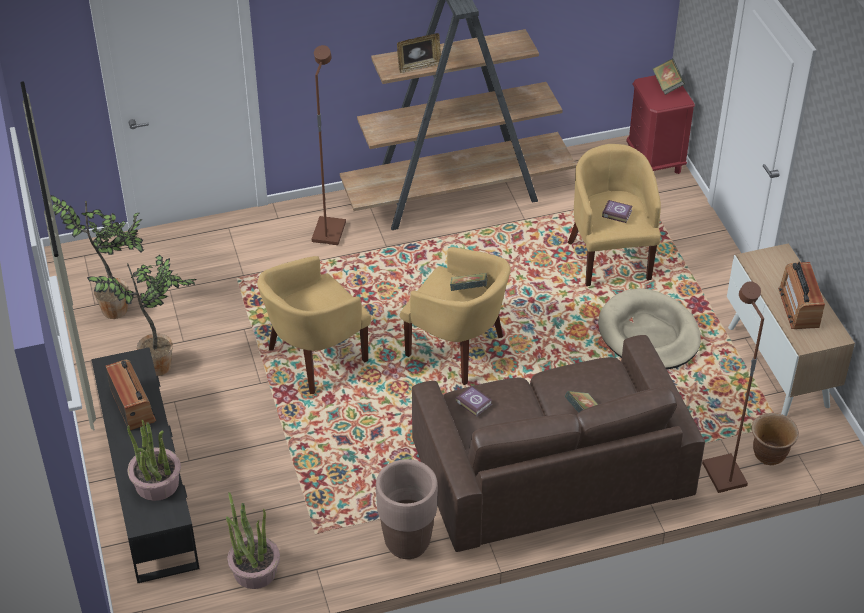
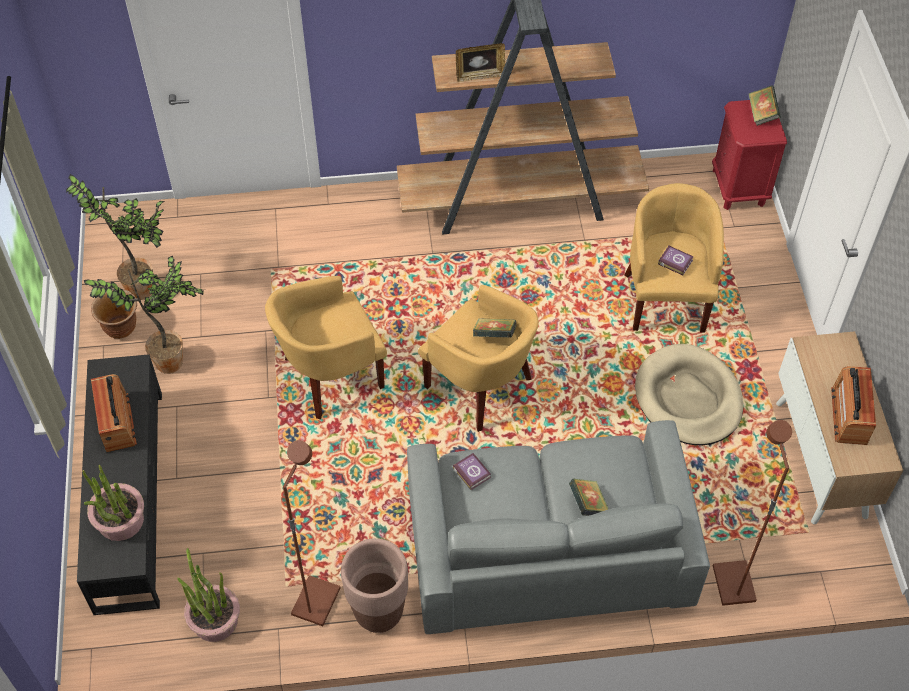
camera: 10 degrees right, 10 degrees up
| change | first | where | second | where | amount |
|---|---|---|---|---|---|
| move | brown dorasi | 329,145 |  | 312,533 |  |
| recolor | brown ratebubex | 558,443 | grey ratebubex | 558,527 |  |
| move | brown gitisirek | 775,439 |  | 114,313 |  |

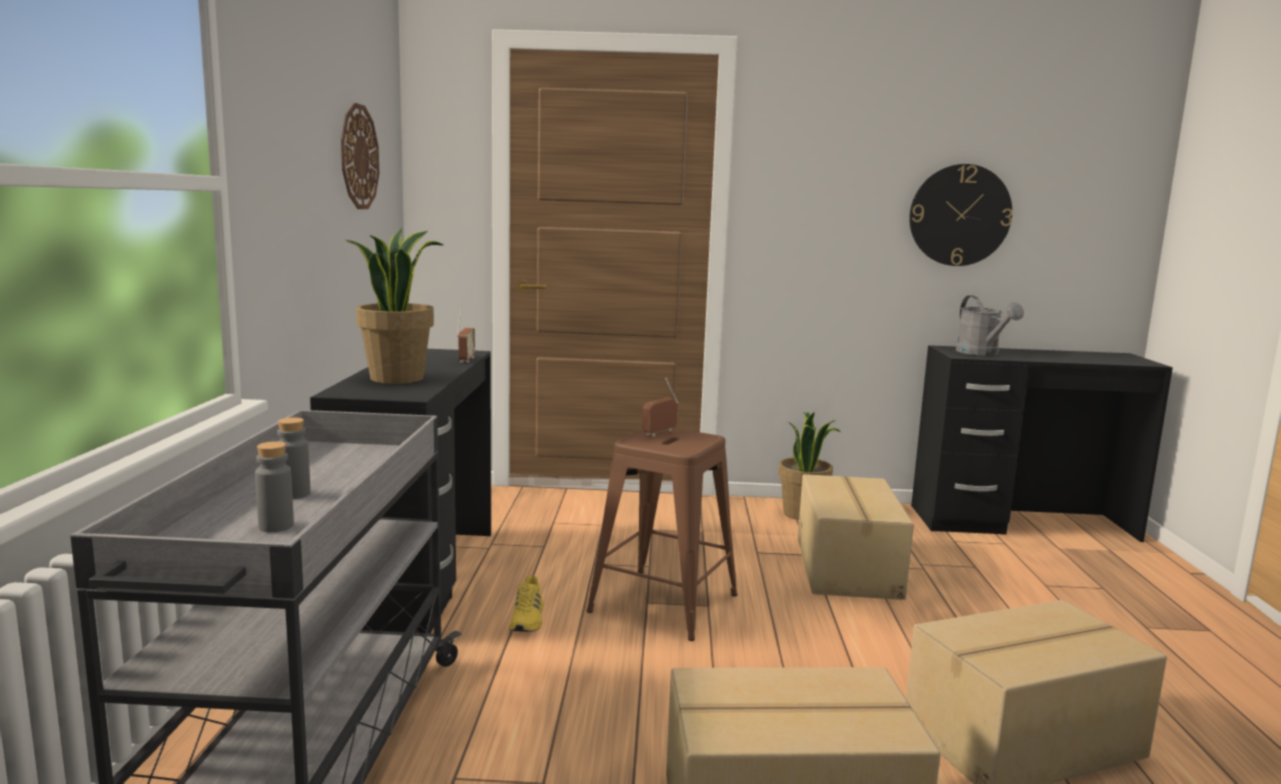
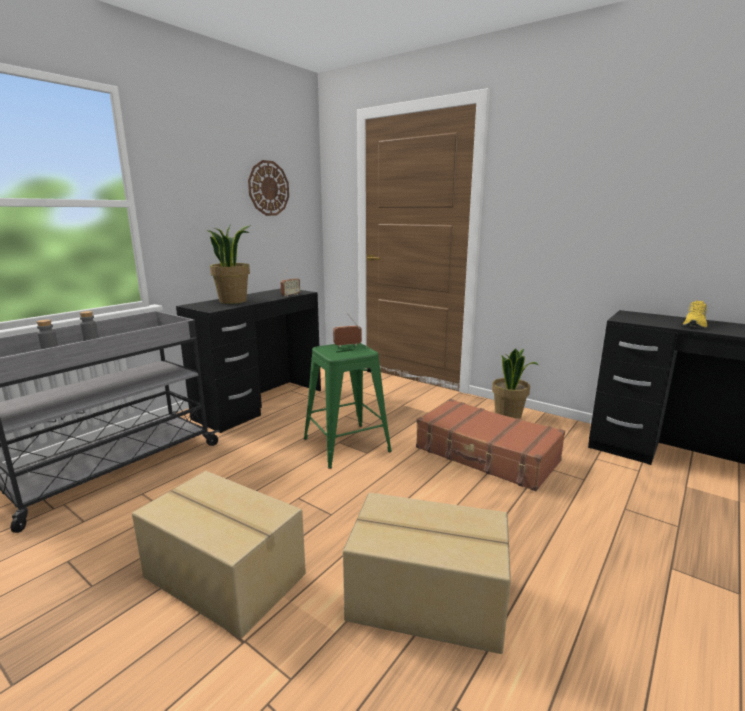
camera: 35 degrees right, 5 degrees up
| change | first | where | second | where | amount |
|---|---|---|---|---|---|
| move | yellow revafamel | 526,604 |  | 695,314 |  |
| recolor | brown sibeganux | 662,534 | green sibeganux | 348,406 |  |
| replace | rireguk | 856,537 | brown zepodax | 490,445 |  |
| delete | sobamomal | 961,215 |  |  |  |
| delete | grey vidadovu | 990,326 |  |  |  |

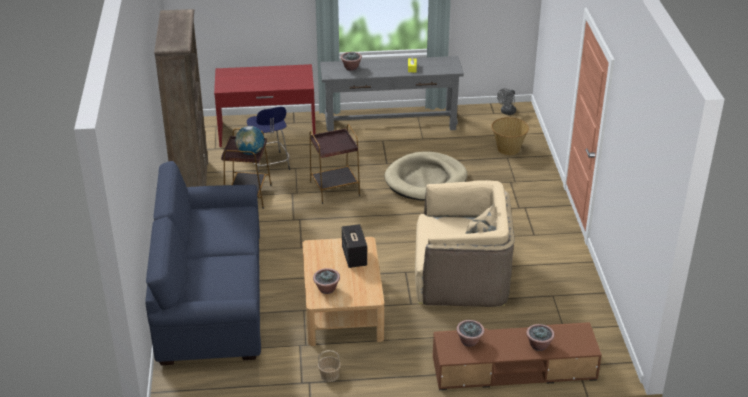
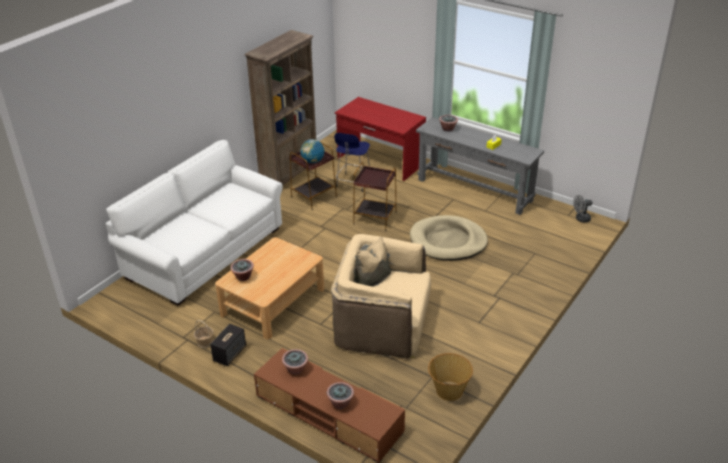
camera: 40 degrees right, 0 degrees up
| change | first | where | second | where | amount |
|---|---|---|---|---|---|
| recolor | blue ratebubex | 203,263 | white ratebubex | 194,223 |  |
| move | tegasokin | 354,246 |  | 228,345 |  |
| rotate | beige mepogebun | 465,243 |  | 381,296 | 150 degrees clockwise |
| move | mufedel | 510,136 |  | 450,377 |  |

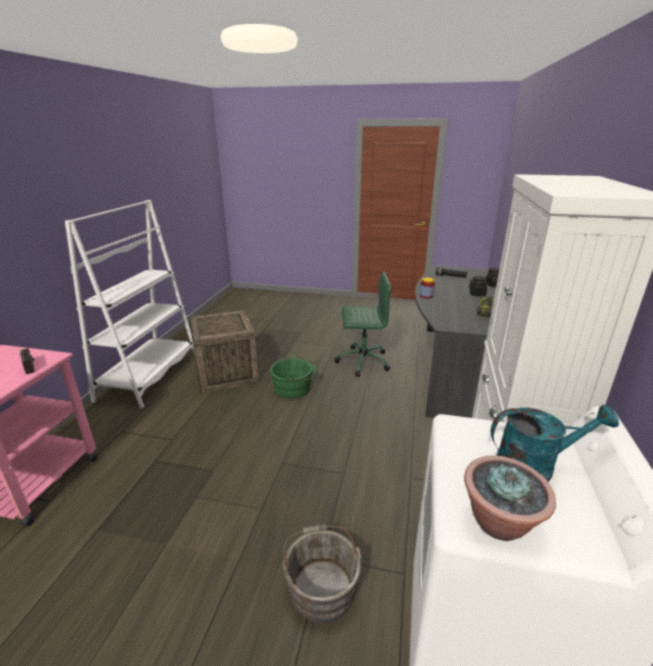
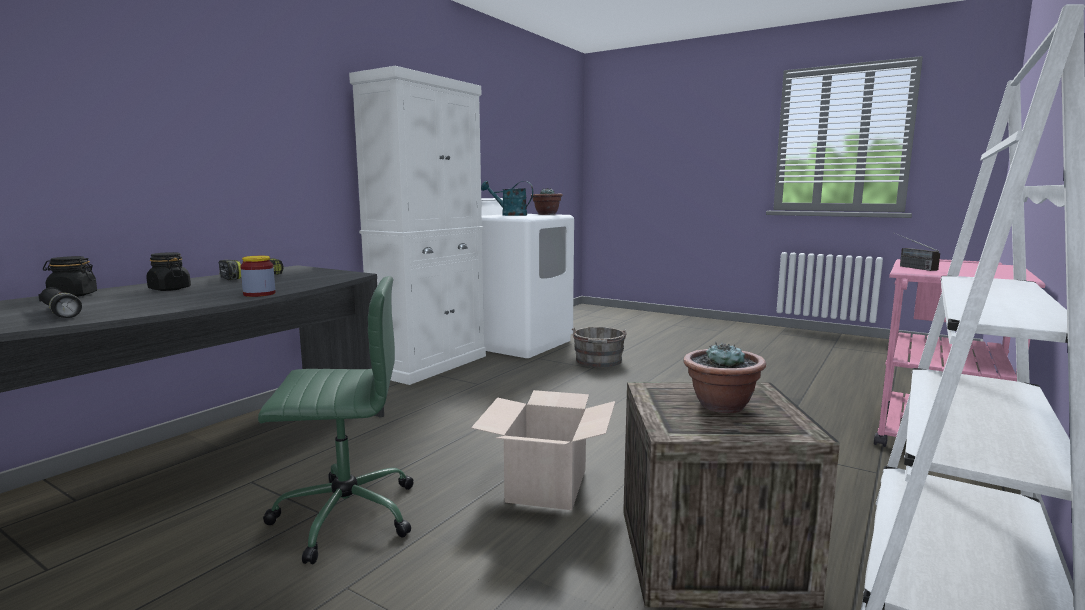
camera: 160 degrees left, 15 degrees down
| change | first | where | second | where | amount |
|---|---|---|---|---|---|
| replace | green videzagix | 293,377 | rireguk | 543,450 |  |
| rotate | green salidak | 363,324 |  | 336,420 | 150 degrees clockwise |
| insert |  |  | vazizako | 724,377 |  |

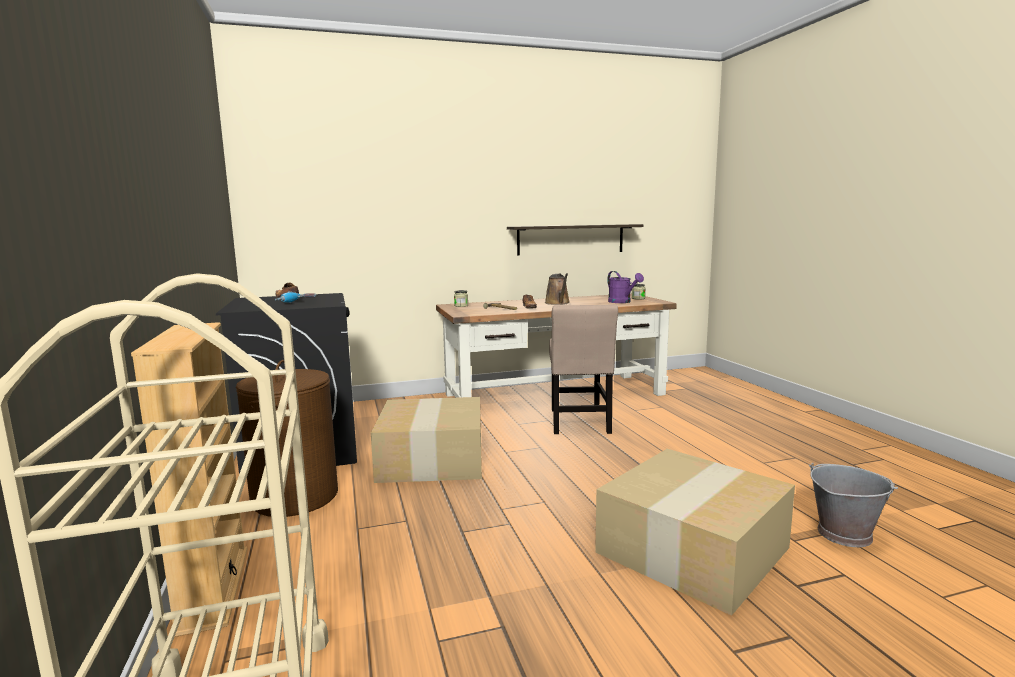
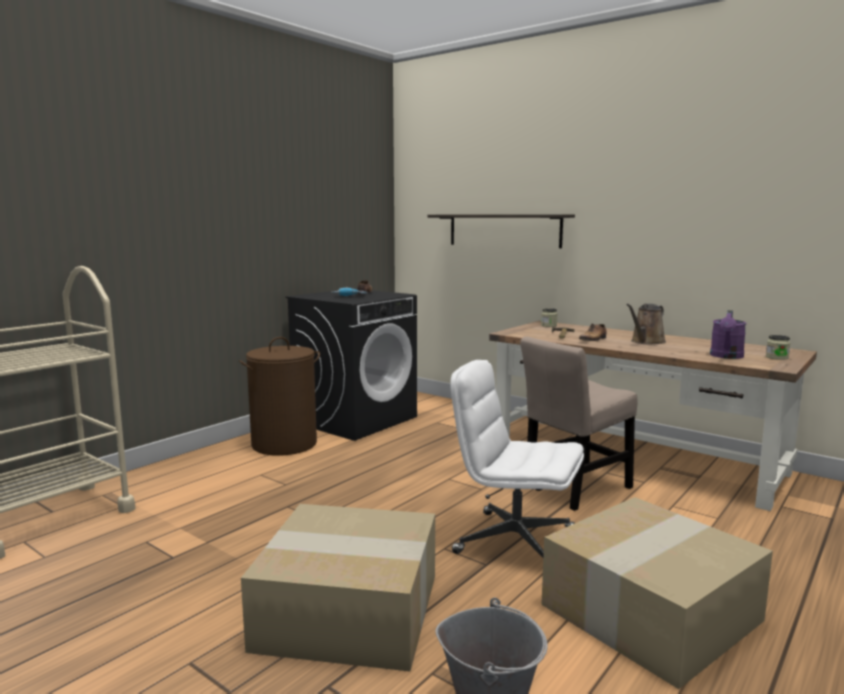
camera: 55 degrees right, 0 degrees up
| change | first | where | second | where | amount |
|---|---|---|---|---|---|
| delete | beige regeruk | 189,479 |  |  |  |
| move | rireguk | 426,440 |  | 657,593 |  |
| move | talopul | 575,239 |  | 501,231 |  |
| insert |  |  | white salidak | 517,458 |  |

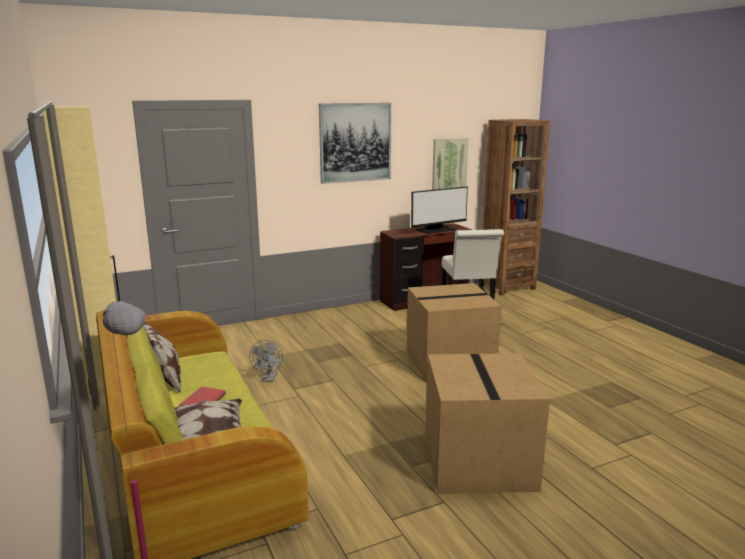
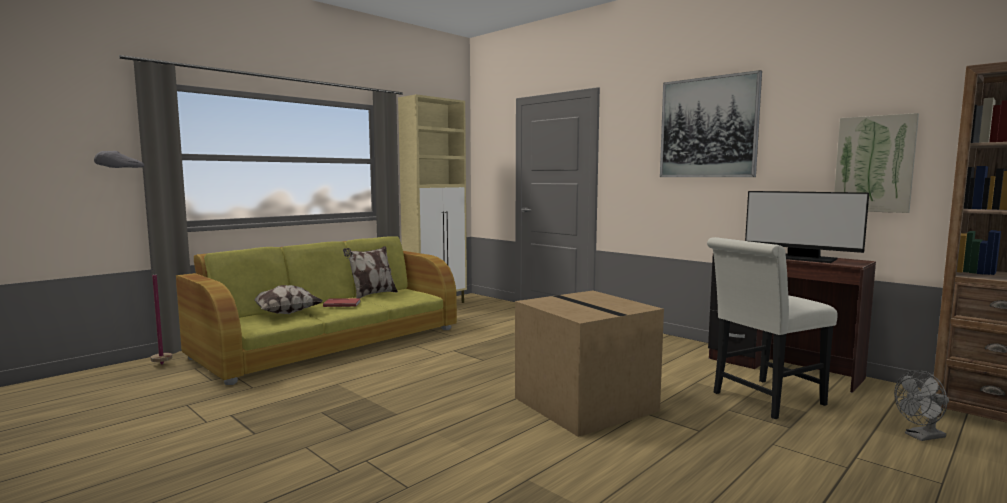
camera: 70 degrees right, 10 degrees down
| change | first | where | second | where | amount |
|---|---|---|---|---|---|
| move | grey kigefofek | 266,361 |  | 921,405 |  |
| delete | rireguk | 487,423 |  |  |  |

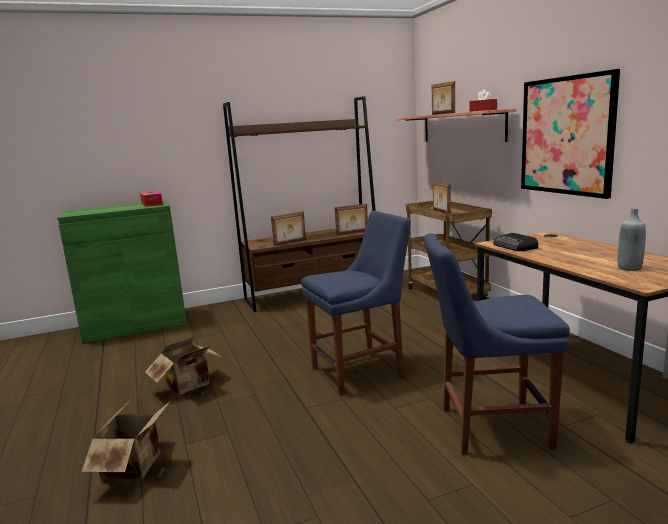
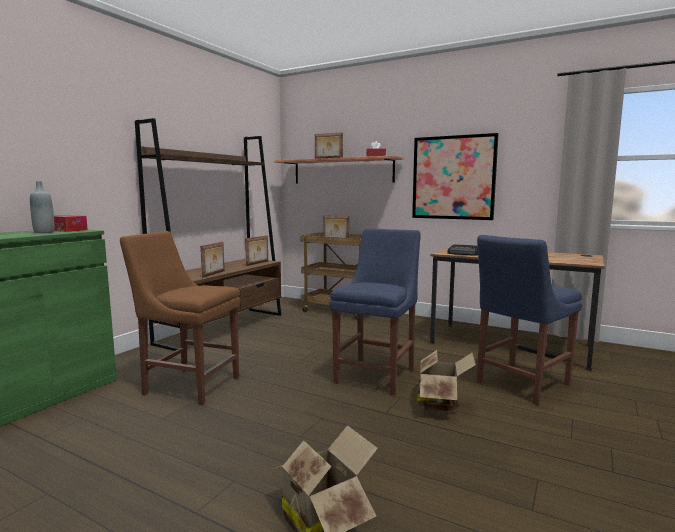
camera: 40 degrees left, 5 degrees down
| change | first | where | second | where | amount |
|---|---|---|---|---|---|
| move | rireguk | 184,365 |  | 446,381 |  |
| move | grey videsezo | 632,239 |  | 42,207 |  |
| insert |  |  | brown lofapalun | 180,318 |  |

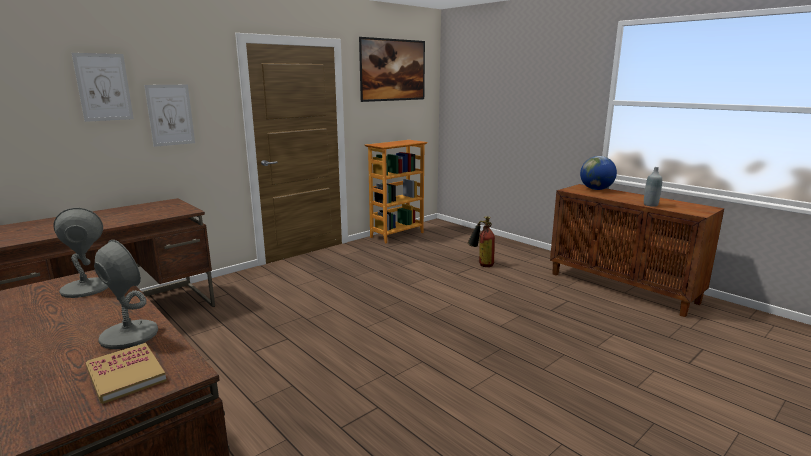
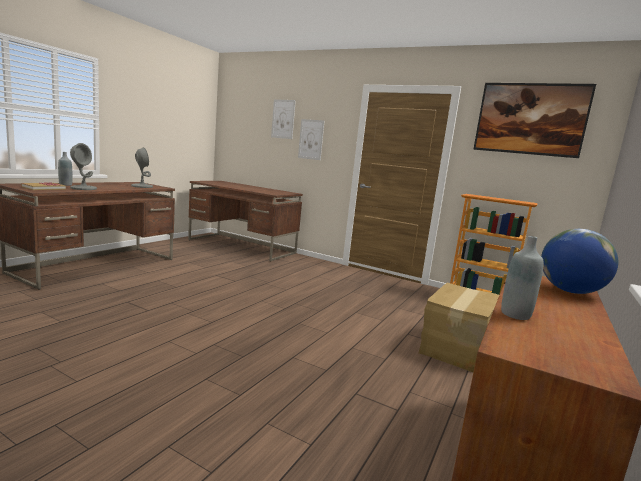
camera: 70 degrees right, 5 degrees down
| change | first | where | second | where | amount |
|---|---|---|---|---|---|
| replace | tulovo | 481,241 | rireguk | 459,327 |  |
| insert |  |  | grey videsezo | 65,169 |  |

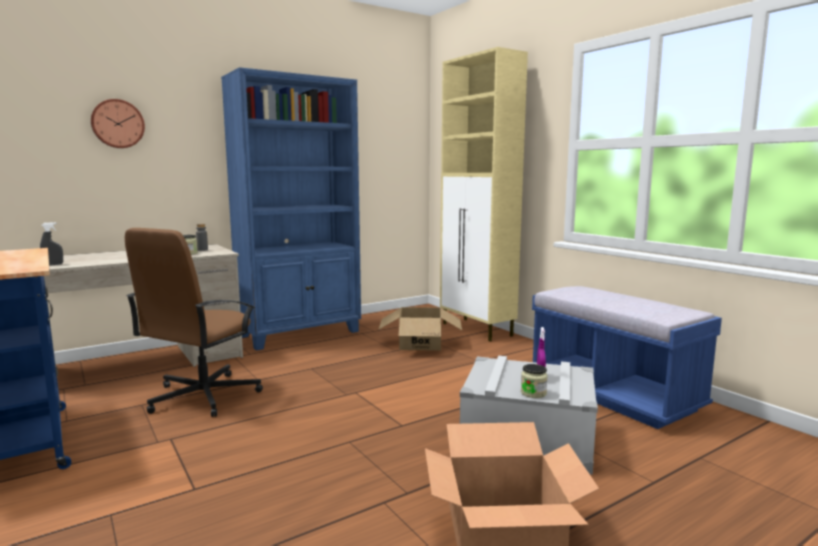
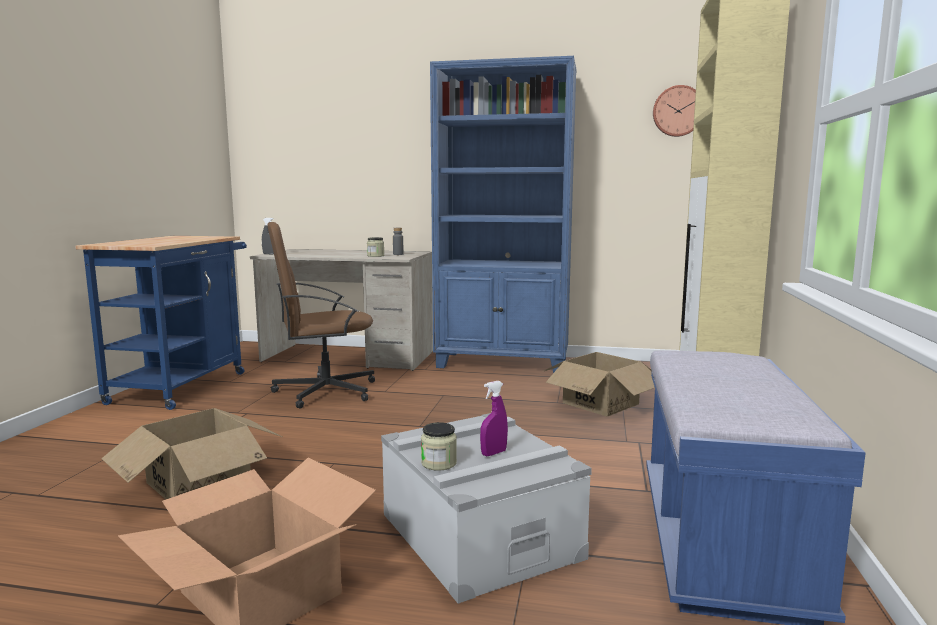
camera: 45 degrees right, 0 degrees up
| change | first | where | second | where | amount |
|---|---|---|---|---|---|
| move | sobamomal | 118,123 |  | 674,111 |  |
| insert |  |  | rireguk | 191,453 |  |

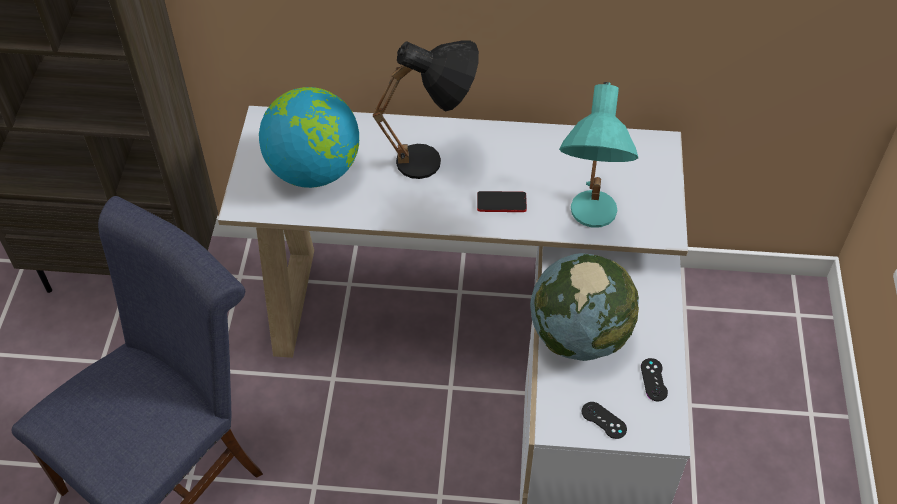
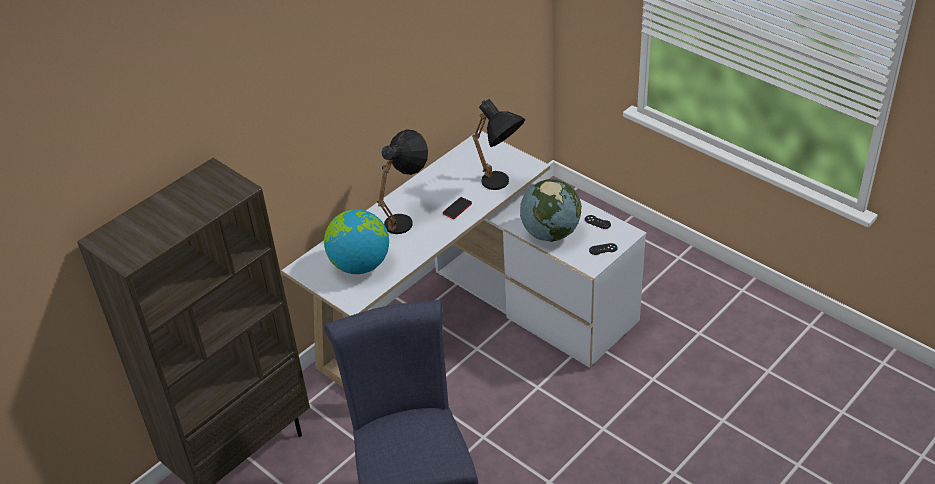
camera: 50 degrees left, 10 degrees down
| change | first | where | second | where | amount |
|---|---|---|---|---|---|
| recolor | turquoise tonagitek | 598,155 | black tonagitek | 498,144 |  |

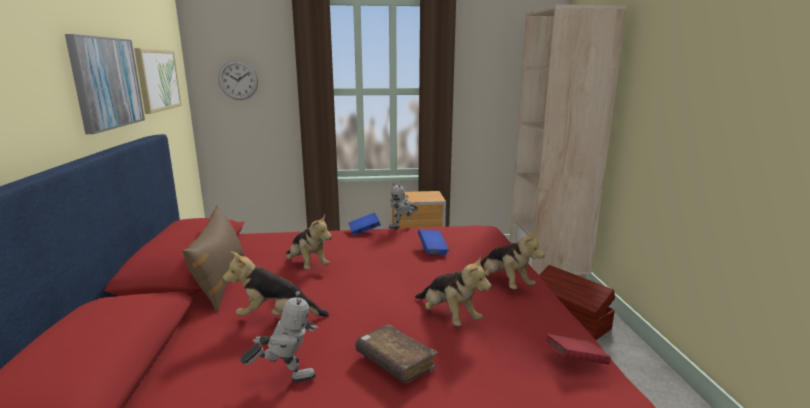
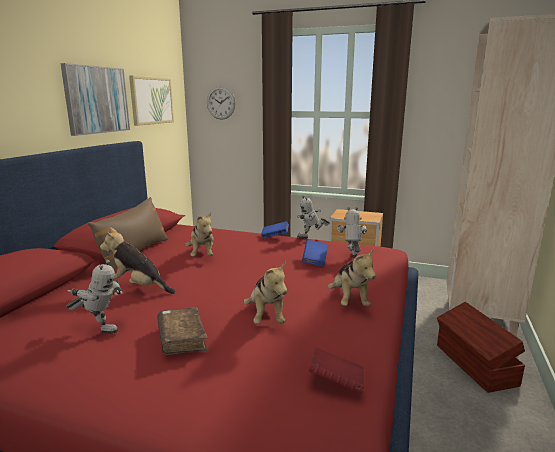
camera: 25 degrees right, 0 degrees up
| change | first | where | second | where | amount |
|---|---|---|---|---|---|
| insert |  |  | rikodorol | 352,232 |  |

